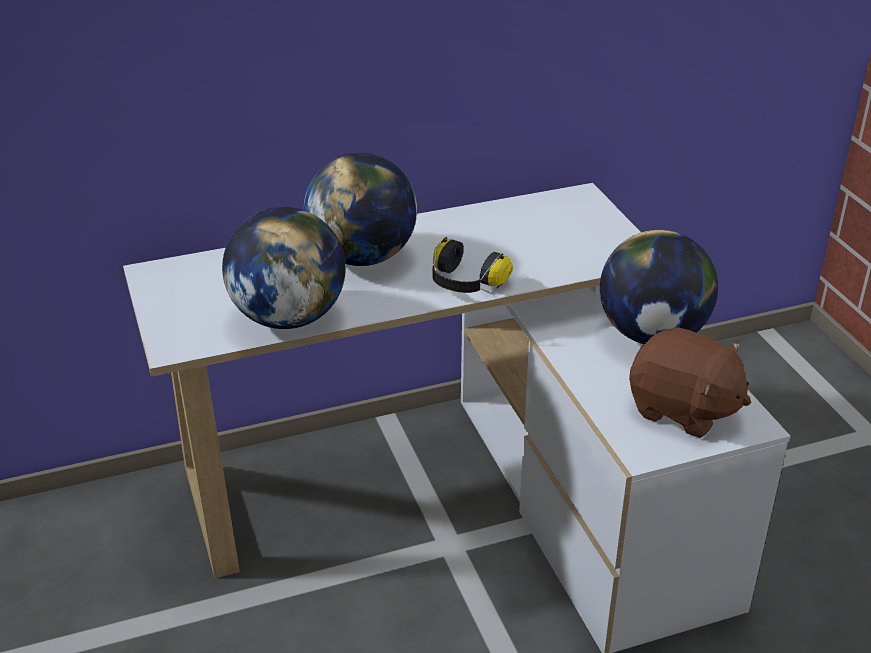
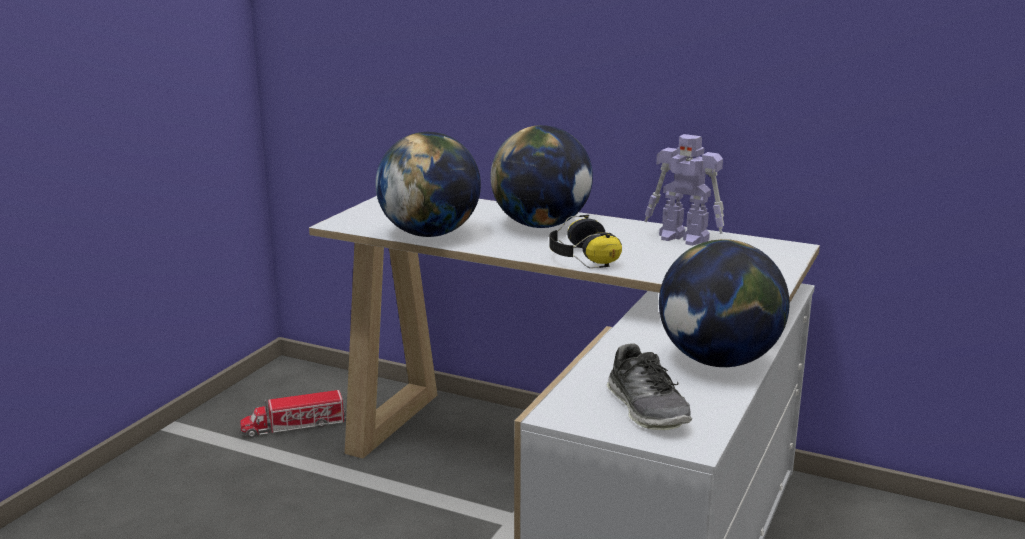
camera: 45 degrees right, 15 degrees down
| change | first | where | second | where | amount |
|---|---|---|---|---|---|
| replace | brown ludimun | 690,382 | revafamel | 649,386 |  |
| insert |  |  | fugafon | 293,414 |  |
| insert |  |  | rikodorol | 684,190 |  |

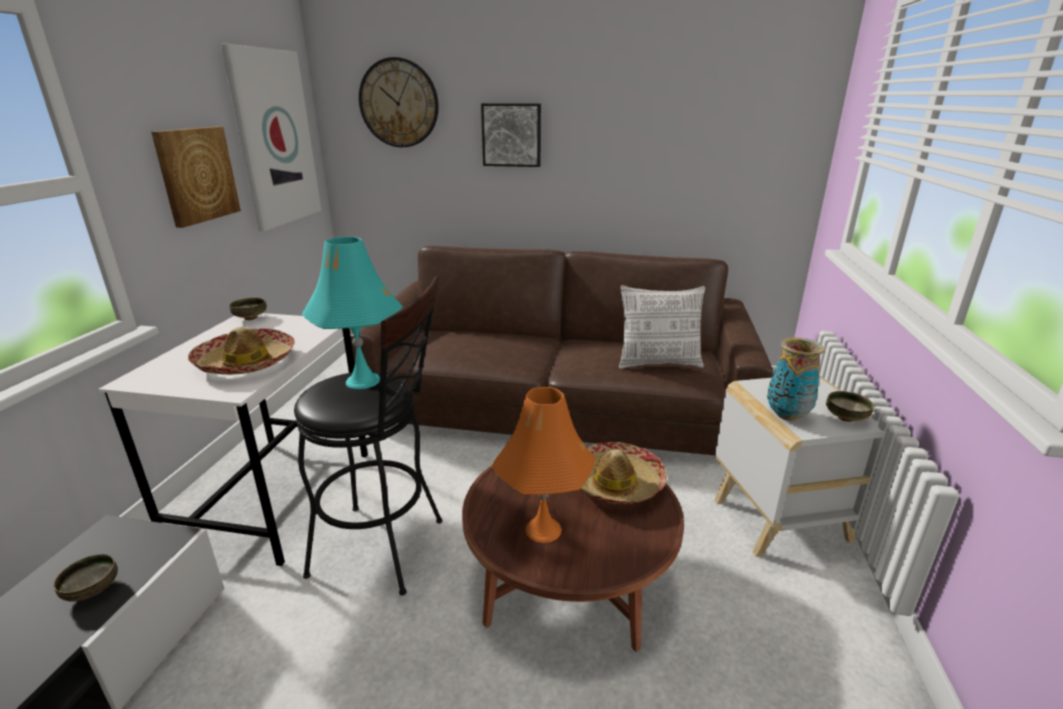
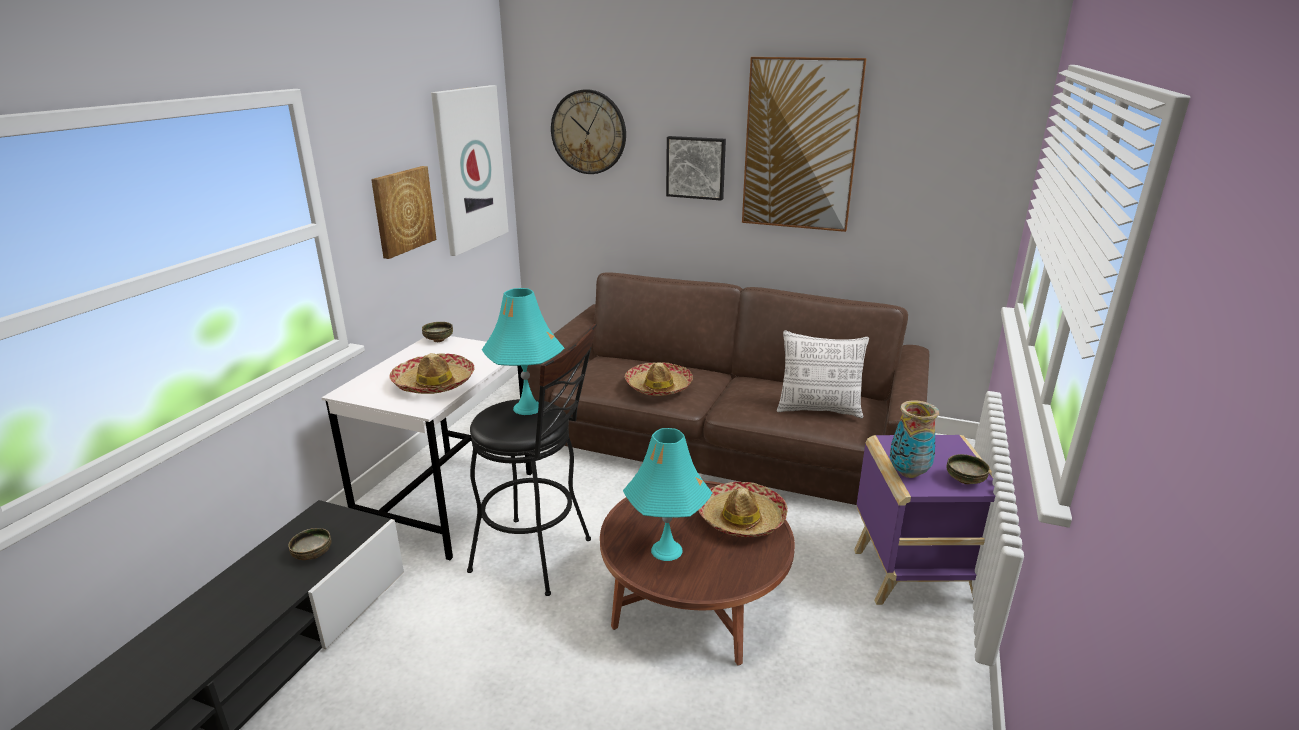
camera: 10 degrees right, 0 degrees up
| change | first | where | second | where | amount |
|---|---|---|---|---|---|
| recolor | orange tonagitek | 543,465 | turquoise tonagitek | 667,494 |  |
| recolor | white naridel | 799,466 | purple naridel | 935,520 |  |
| insert |  |  | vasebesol | 659,379 |  |
| insert |  |  | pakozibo | 804,144 |  |

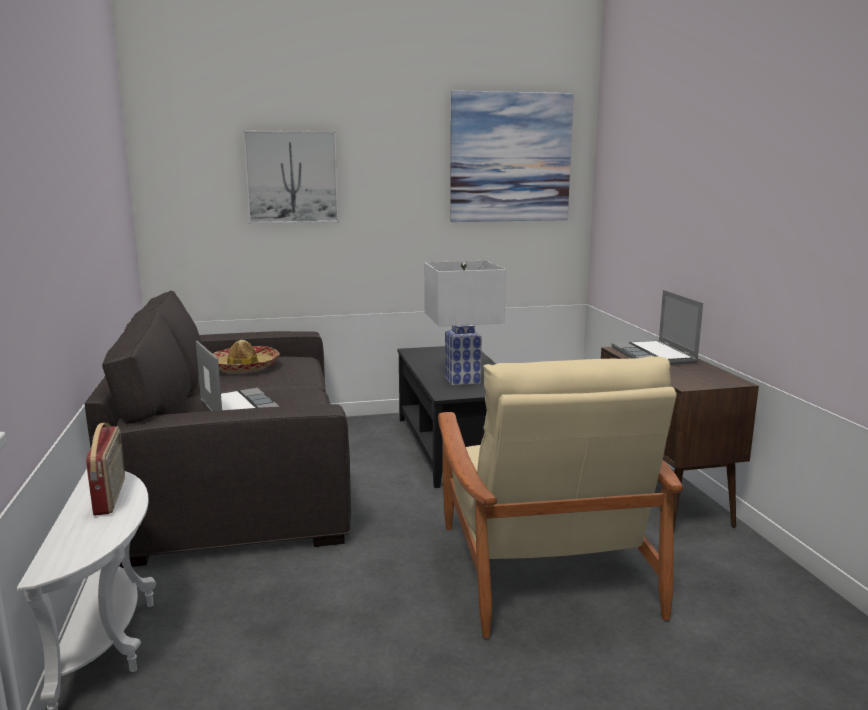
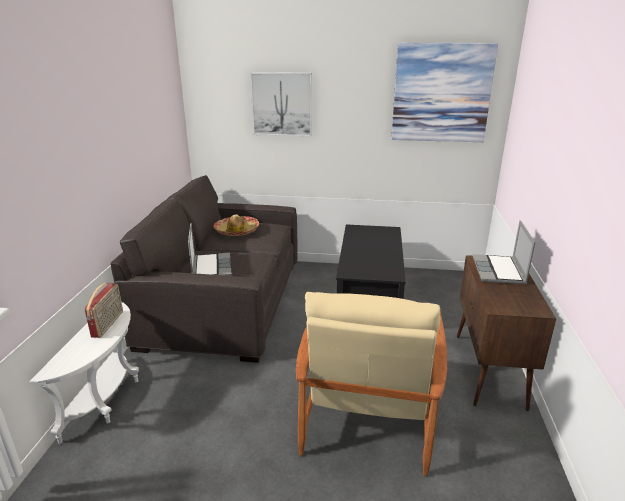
camera: 20 degrees right, 10 degrees up
| change | first | where | second | where | amount |
|---|---|---|---|---|---|
| delete | white tonagitek | 465,323 |  |  |  |

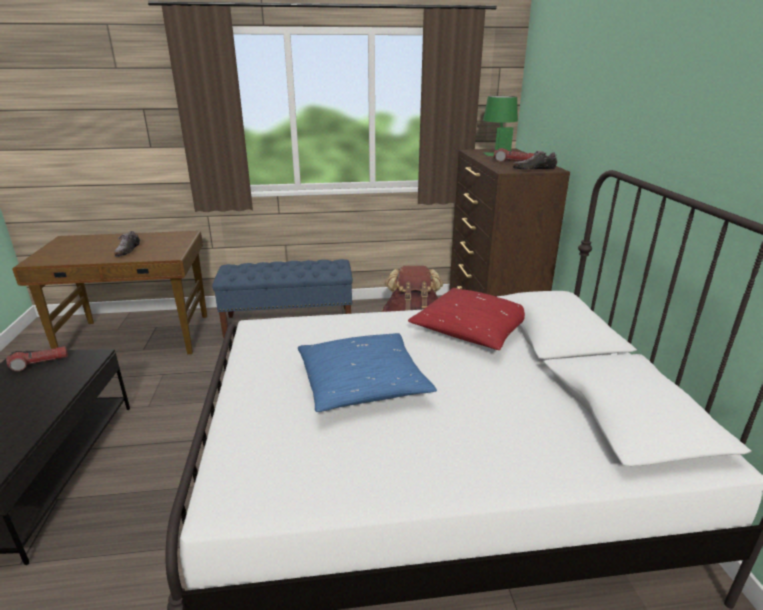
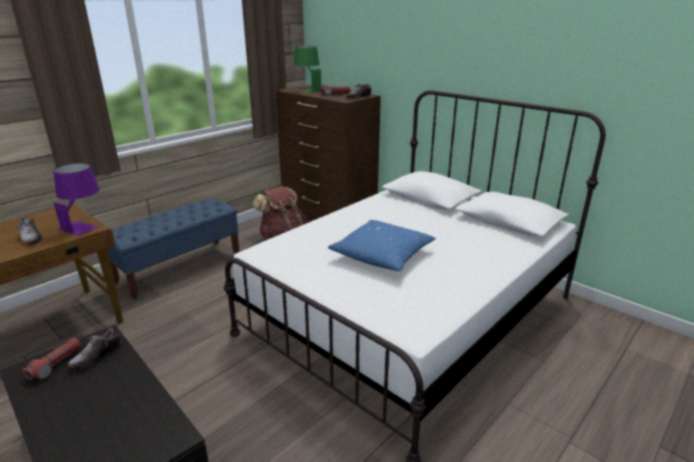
camera: 40 degrees left, 0 degrees up
| change | first | where | second | where | amount |
|---|---|---|---|---|---|
| delete | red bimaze | 466,319 |  |  |  |
| insert |  |  | purple tonagitek | 76,199 |  |
| insert |  |  | revafamel | 94,349 |  |

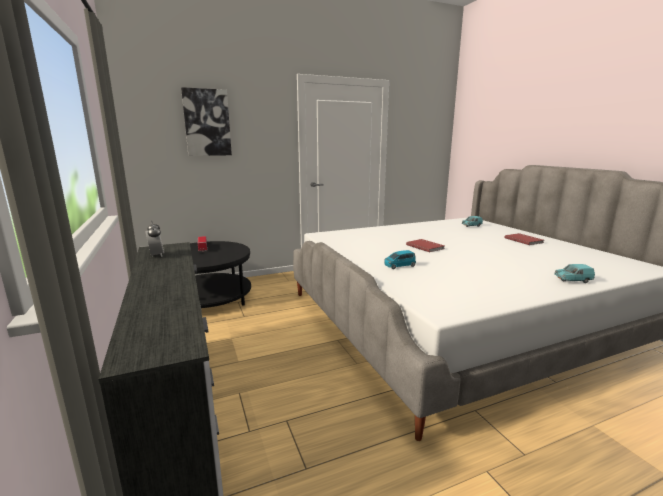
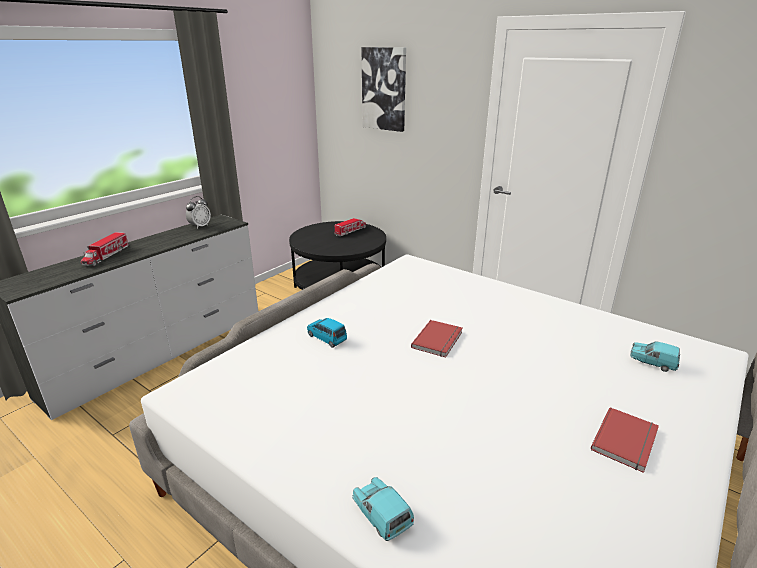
camera: 60 degrees right, 10 degrees up
| change | first | where | second | where | amount |
|---|---|---|---|---|---|
| insert |  |  | fugafon | 105,249 |  |

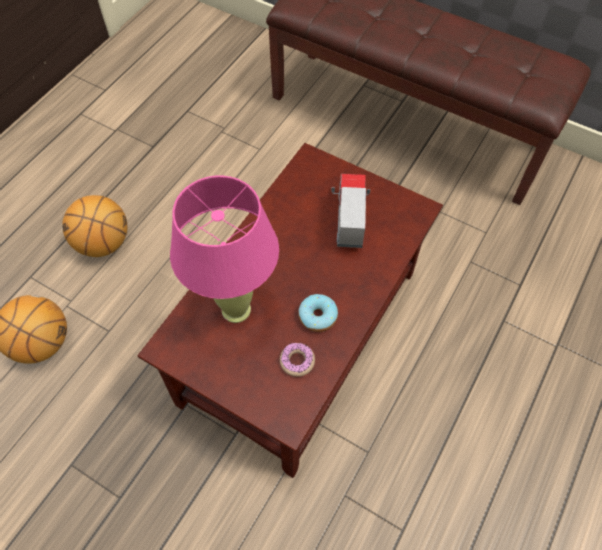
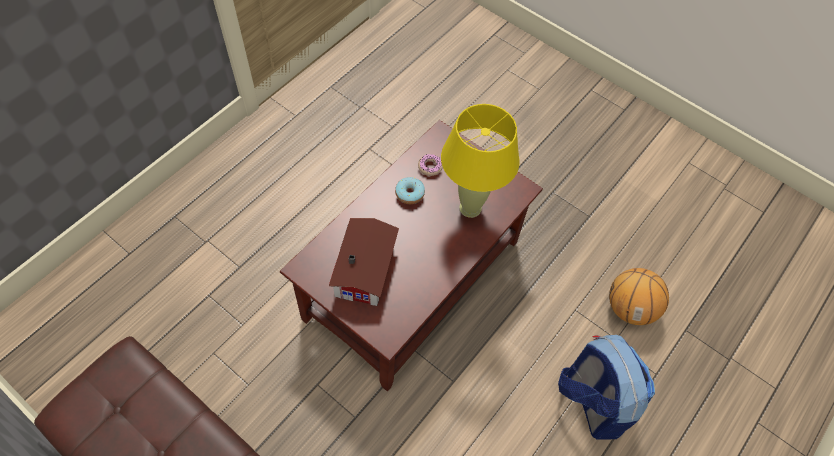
camera: 175 degrees left, 0 degrees up
| change | first | where | second | where | amount |
|---|---|---|---|---|---|
| replace | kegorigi | 94,226 | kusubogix | 606,387 |  |
| recolor | pink tonagitek | 224,249 | yellow tonagitek | 480,161 |  |
| replace | fugafon | 350,211 | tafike | 364,262 |  |

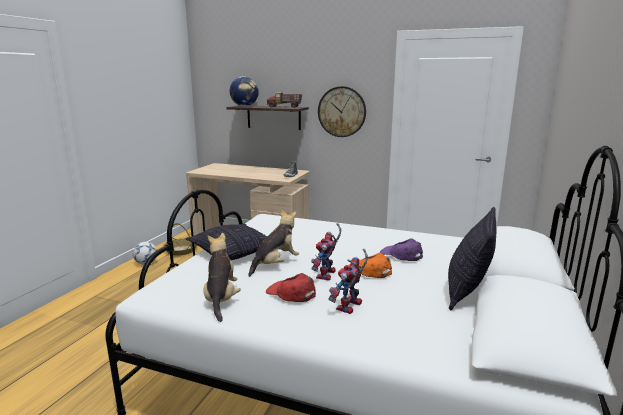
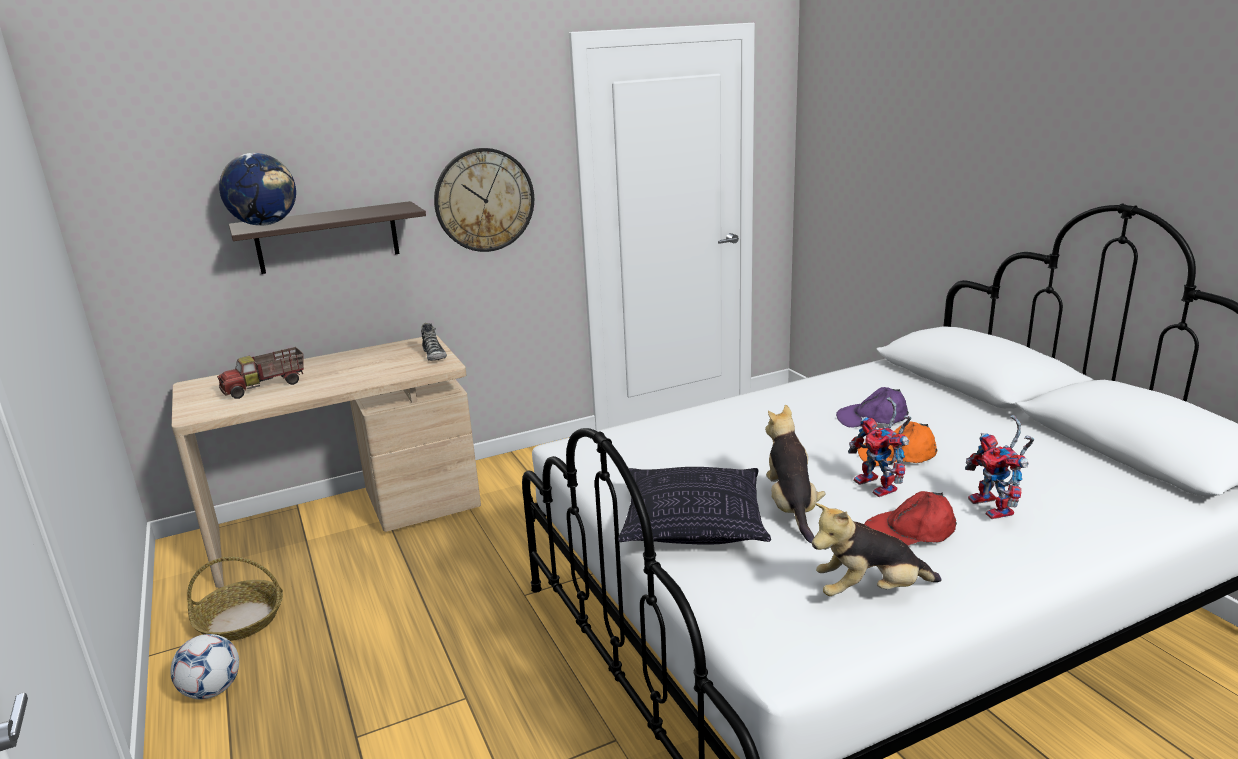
camera: 45 degrees left, 5 degrees up
| change | first | where | second | where | amount |
|---|---|---|---|---|---|
| rotate | ludimun | 222,277 |  | 877,549 | 45 degrees counterclockwise |
| move | fugafon | 284,100 |  | 260,373 |  |
| delete | bimaze | 472,259 |  |  |  |

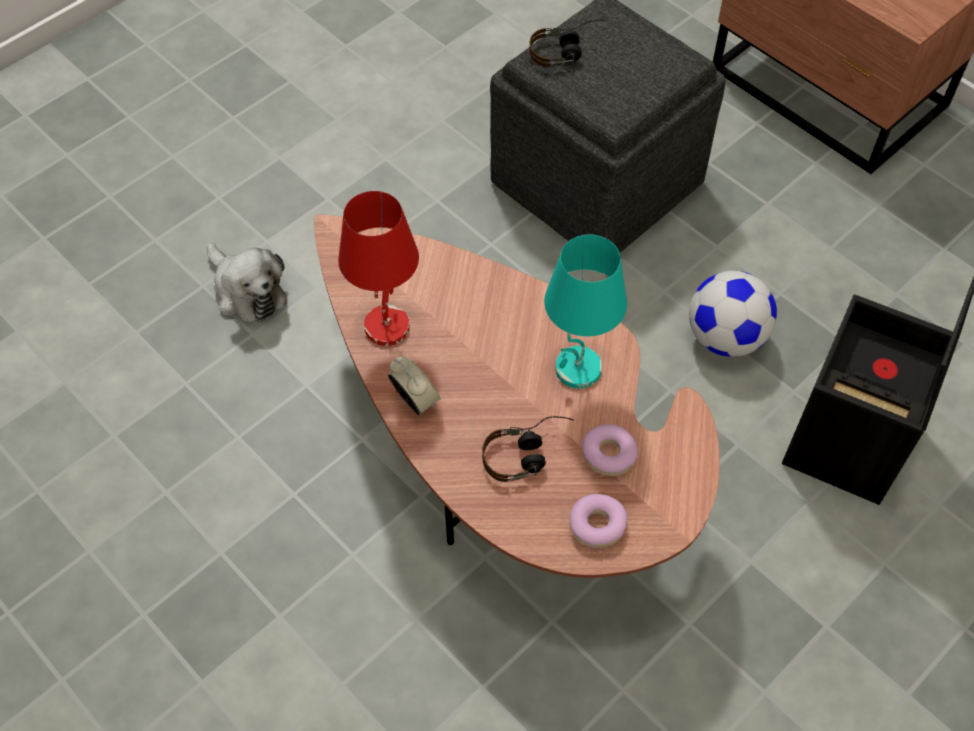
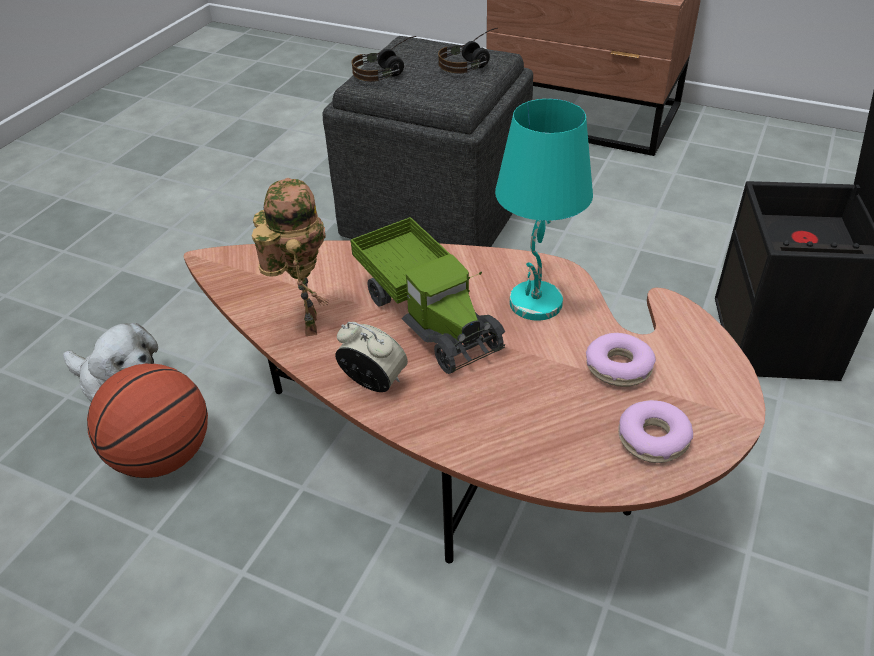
camera: 20 degrees left, 15 degrees down
| change | first | where | second | where | amount |
|---|---|---|---|---|---|
| replace | red tonagitek | 378,268 | rikodorol | 290,257 |  |
| move | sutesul | 527,449 |  | 468,51 |  |
| delete | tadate | 733,314 |  |  |  |
| insert |  |  | kegorigi | 147,421 |  |
| insert |  |  | fugafon | 428,295 |  |

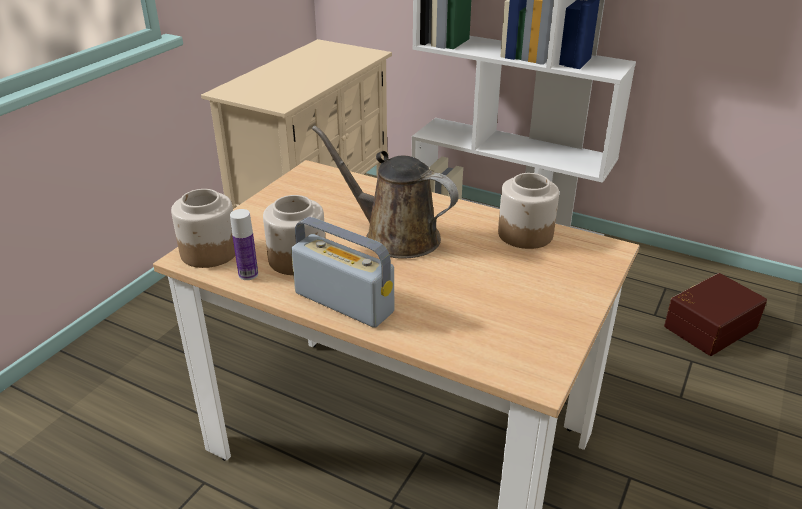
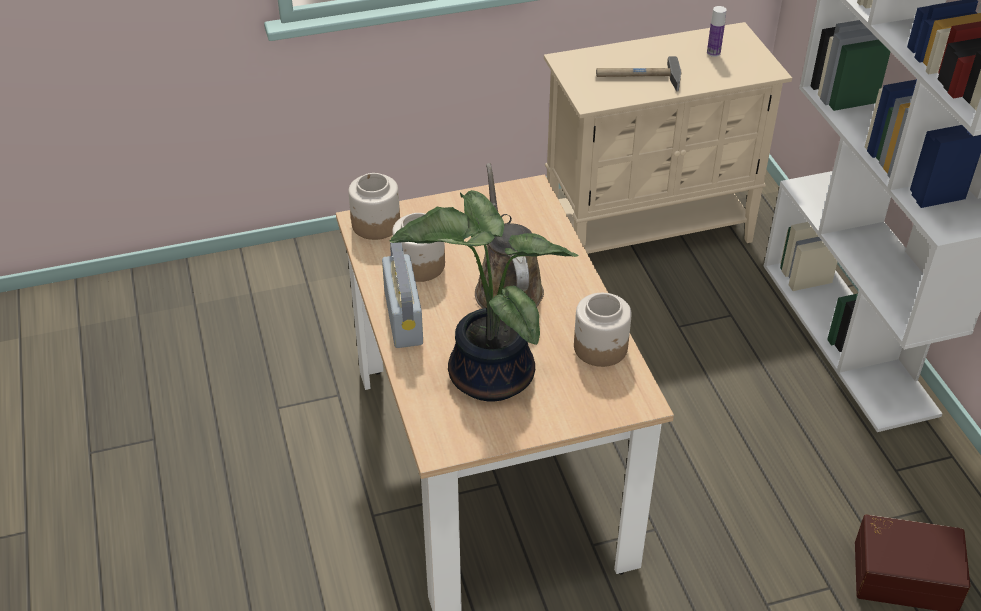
camera: 45 degrees right, 10 degrees up
| change | first | where | second | where | amount |
|---|---|---|---|---|---|
| move | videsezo | 244,244 |  | 717,31 |  |
| insert |  |  | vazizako | 484,295 |  |
| insert |  |  | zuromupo | 638,74 |  |

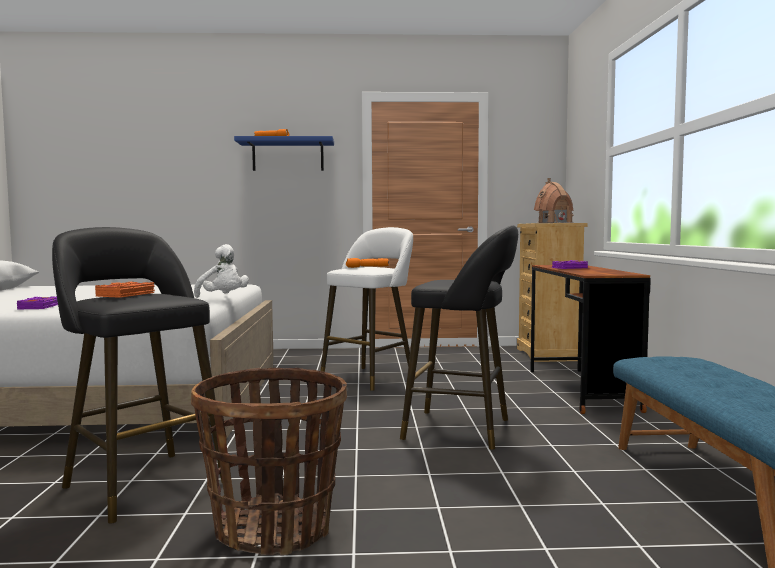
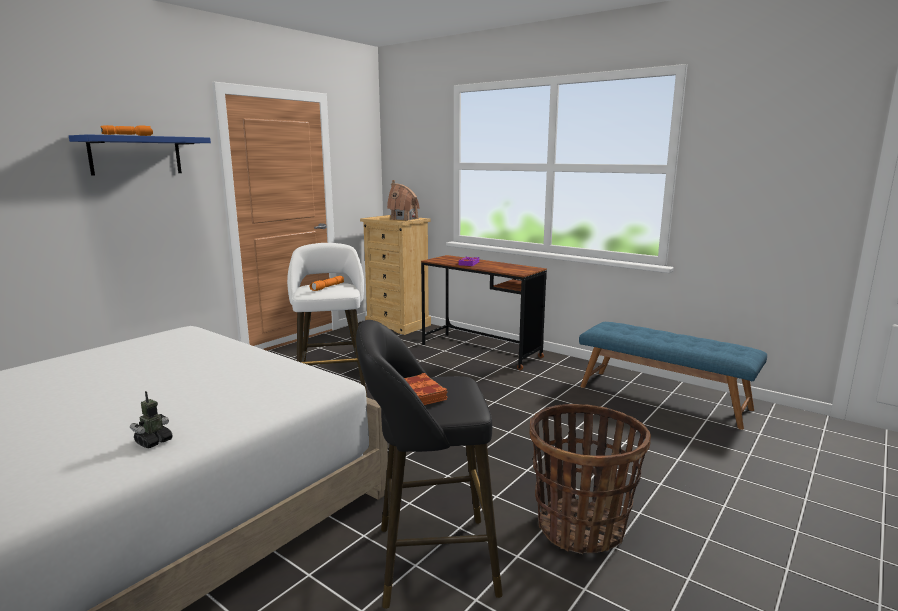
camera: 50 degrees left, 10 degrees up
| change | first | where | second | where | amount |
|---|---|---|---|---|---|
| replace | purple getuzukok | 37,302 | rikodorol | 151,419 |  |
| delete | white ludimun | 221,271 |  |  |  |
| delete | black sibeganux | 459,337 |  |  |  |

